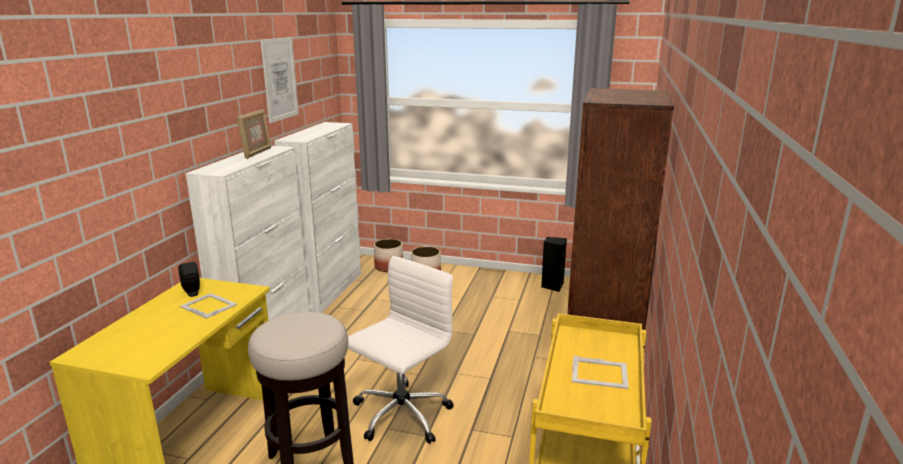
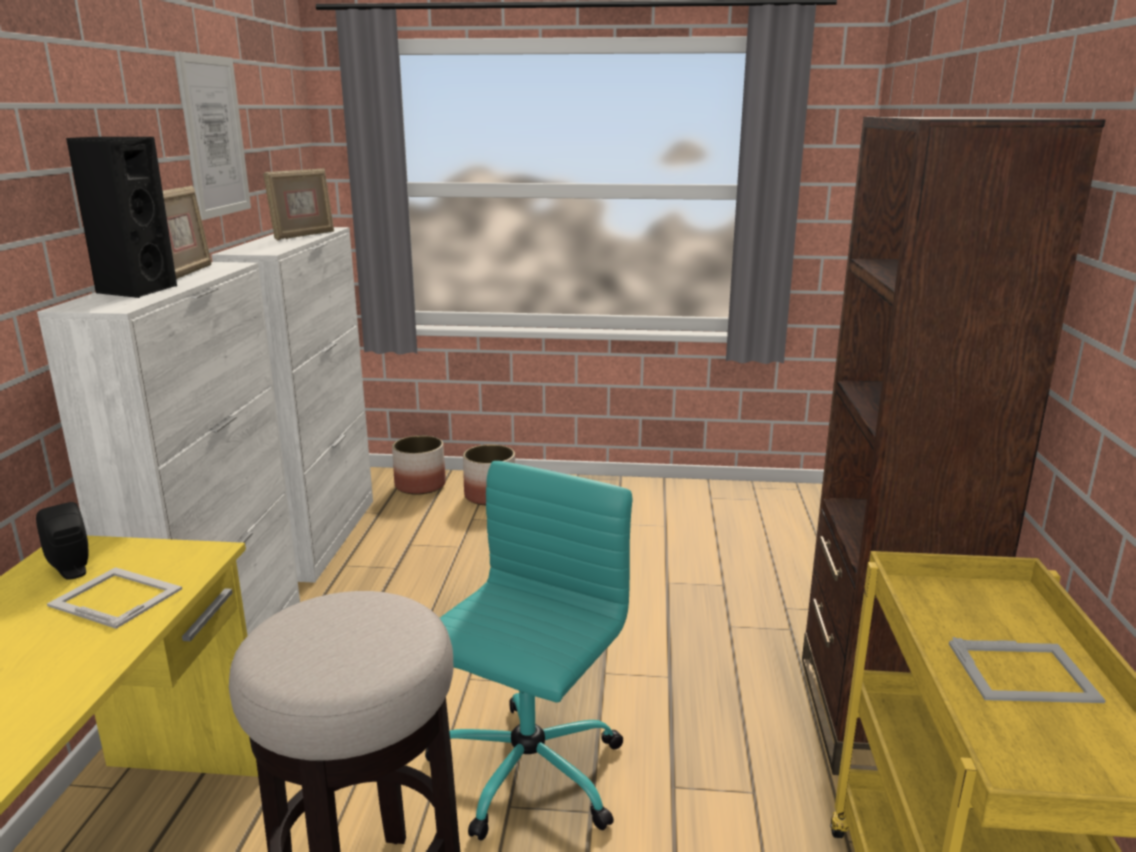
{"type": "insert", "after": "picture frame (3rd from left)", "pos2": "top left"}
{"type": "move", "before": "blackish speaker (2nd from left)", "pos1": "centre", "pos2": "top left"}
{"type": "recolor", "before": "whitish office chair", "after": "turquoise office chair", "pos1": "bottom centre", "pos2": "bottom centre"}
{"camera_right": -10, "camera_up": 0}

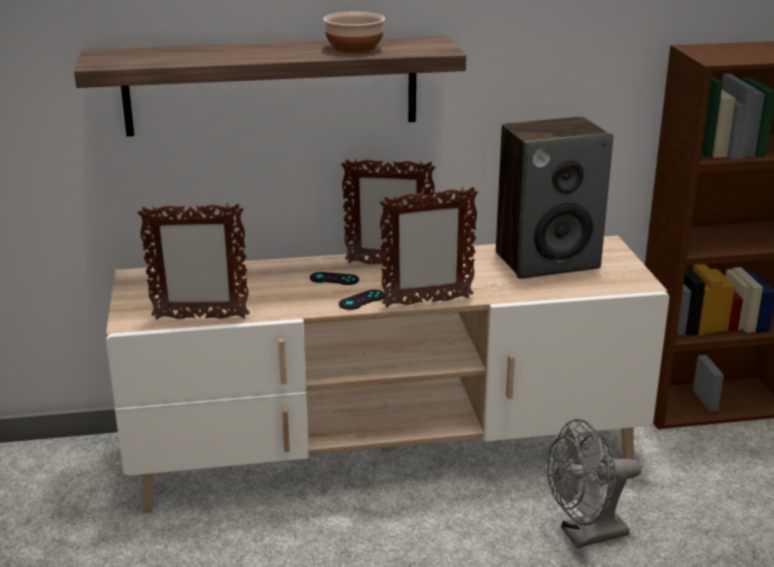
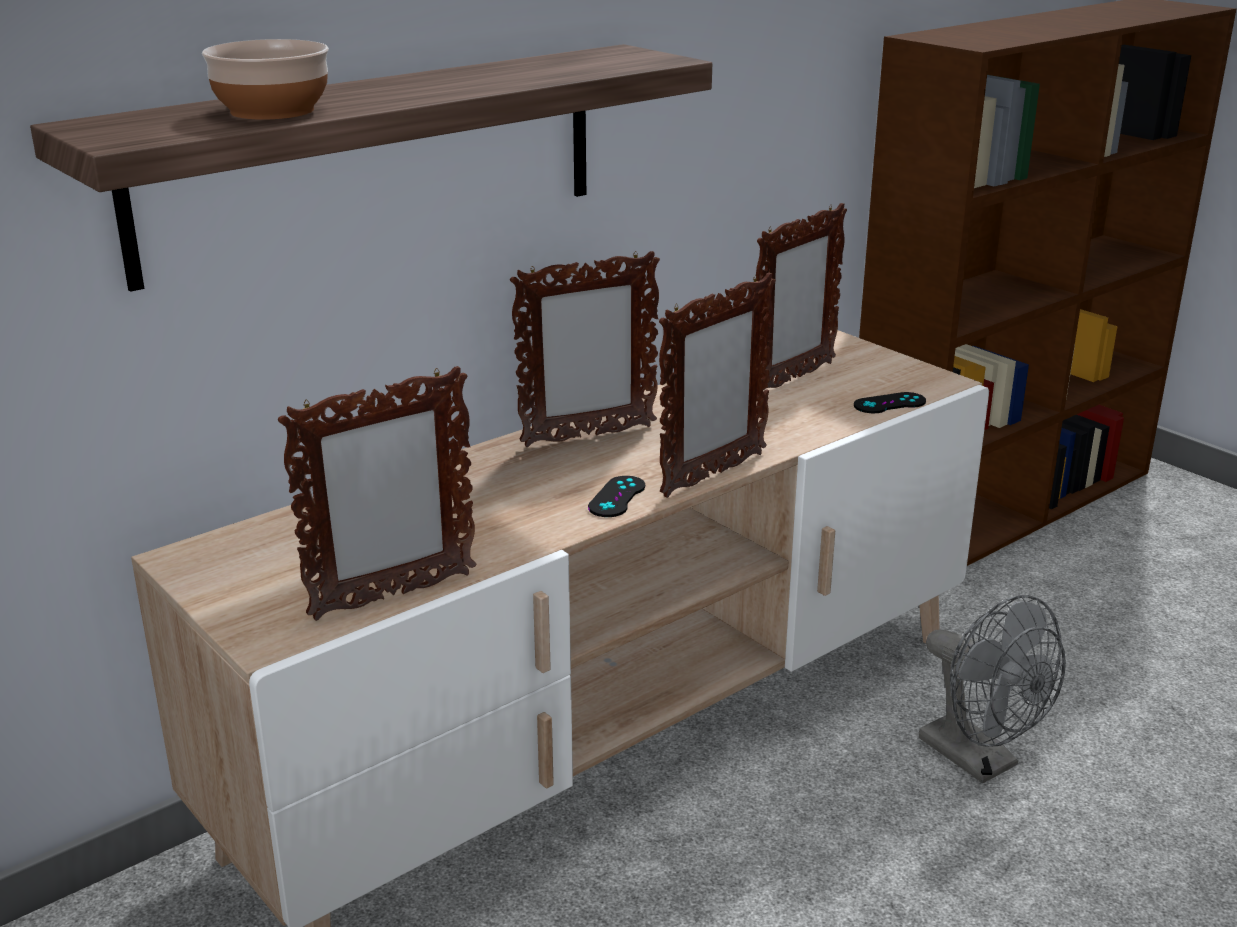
{"type": "move", "before": "blackish joypad (1st from left in the first image)", "after": "blackish joypad (2nd from left)", "pos1": "centre", "pos2": "middle right"}
{"type": "move", "before": "serving bowl", "pos1": "top centre", "pos2": "top left"}
{"type": "replace", "before": "speaker", "after": "picture frame (4th from left)", "pos1": "middle right", "pos2": "top centre"}
{"type": "rotate", "before": "greyish cooling fan", "pos1": "bottom right", "pos2": "bottom right", "turn": -75}
{"camera_right": -30, "camera_up": 0}

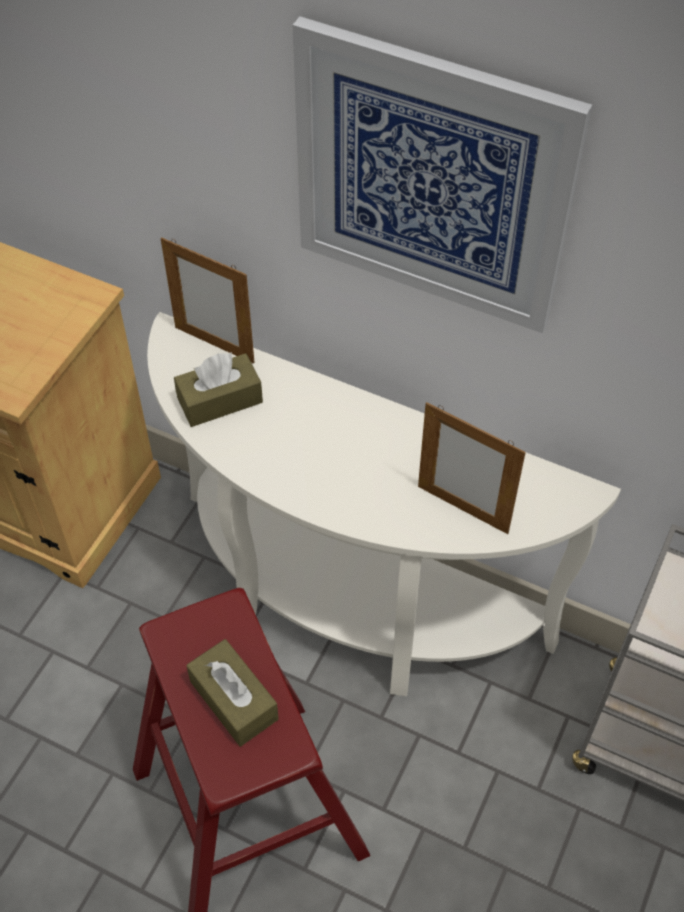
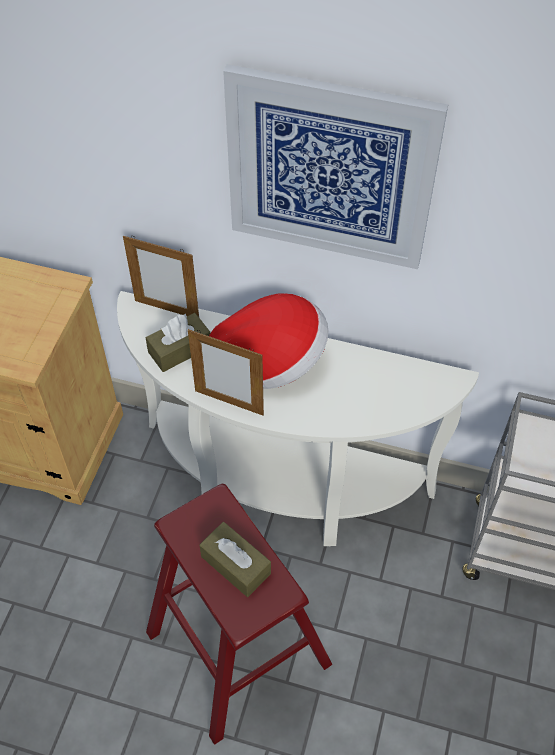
{"type": "insert", "after": "clothing hat", "pos2": "centre"}
{"type": "move", "before": "picture frame (2nd from left)", "pos1": "middle right", "pos2": "centre"}
{"camera_right": -10, "camera_up": 0}

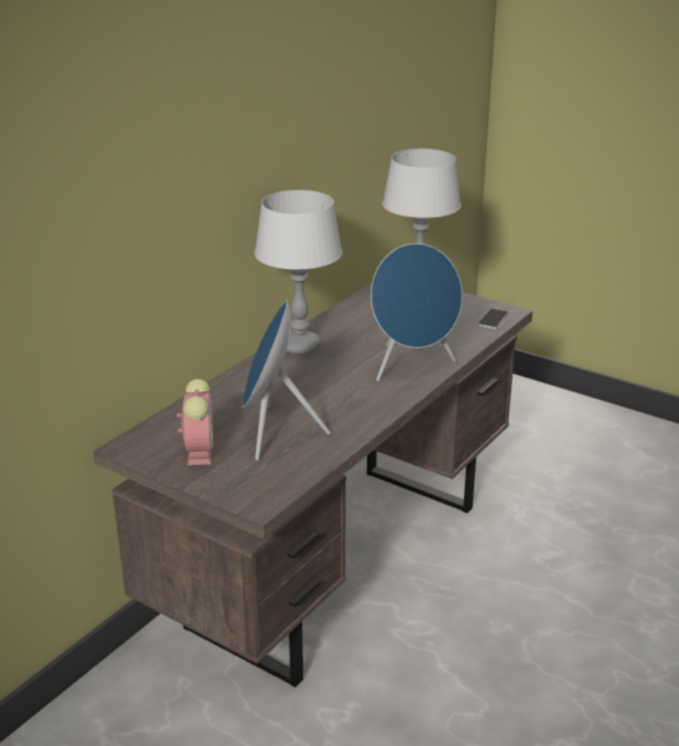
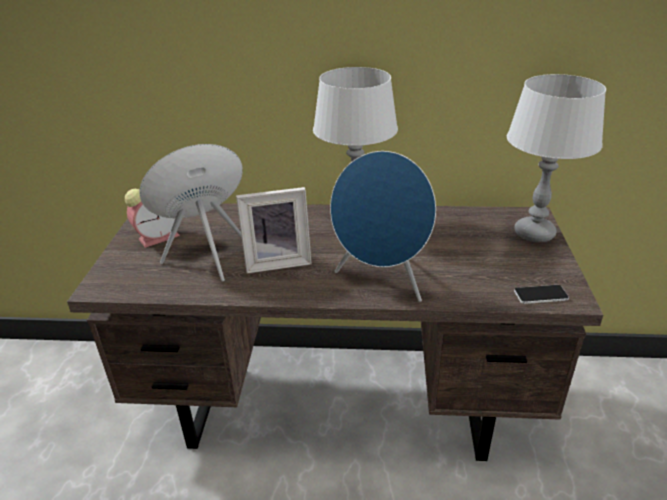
{"type": "insert", "after": "picture frame", "pos2": "centre"}
{"camera_right": 60, "camera_up": 5}

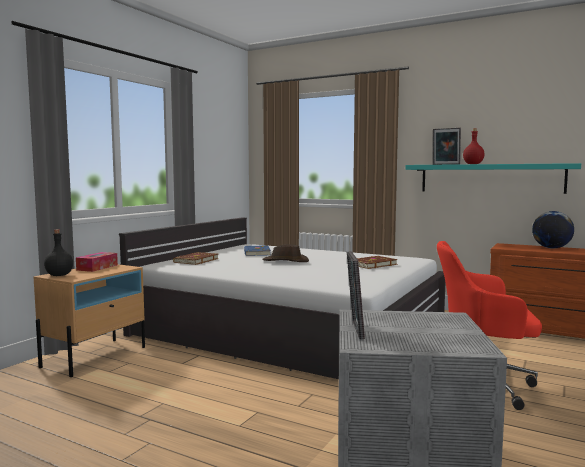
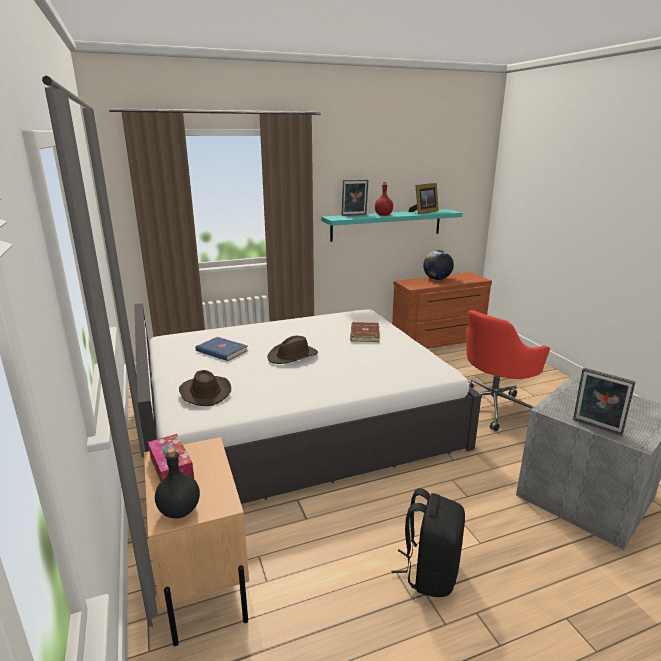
{"type": "insert", "after": "blackish backpack", "pos2": "bottom centre"}
{"type": "insert", "after": "picture frame (2nd from left)", "pos2": "top centre"}
{"type": "replace", "before": "brownish volume (1st from left)", "after": "brownish clothing hat (1st from left)", "pos1": "centre", "pos2": "middle left"}
{"camera_right": -50, "camera_up": 15}

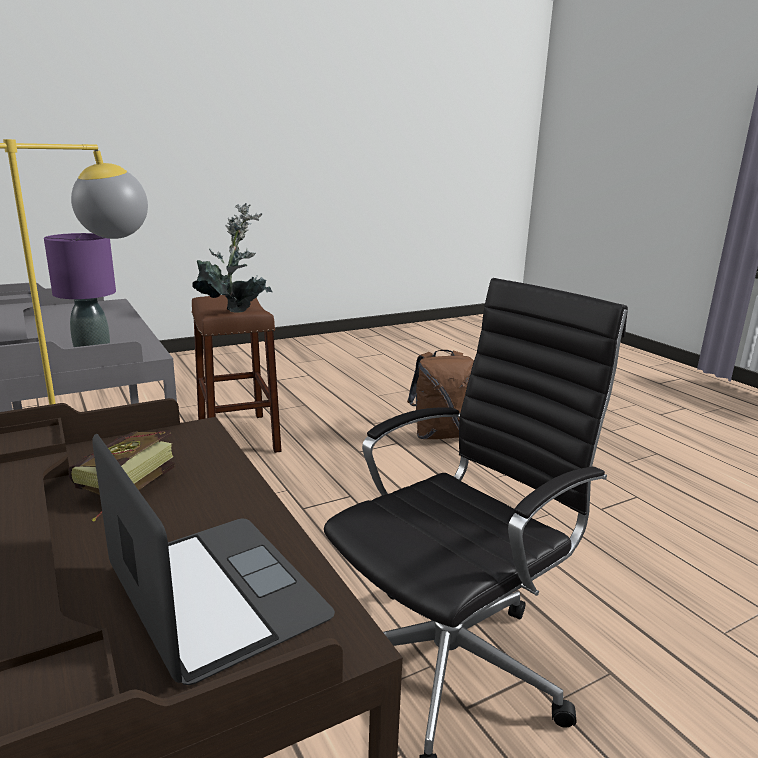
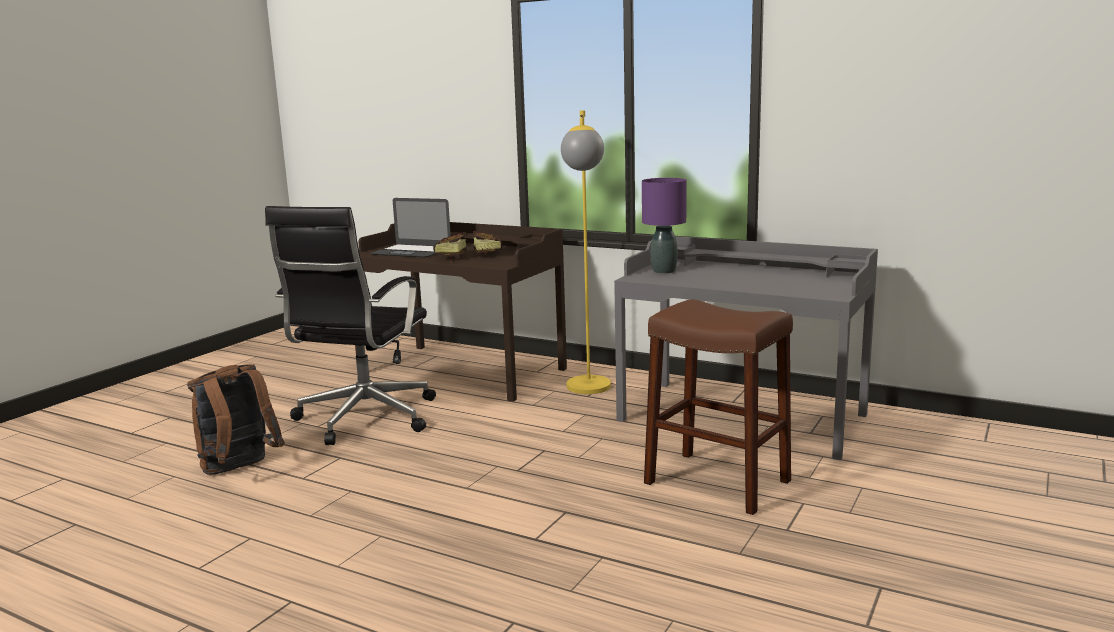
{"type": "delete", "before": "houseplant", "pos1": "middle left"}
{"type": "insert", "after": "volume (1st from left)", "pos2": "centre"}
{"type": "move", "before": "brownish backpack", "pos1": "centre", "pos2": "middle left"}
{"camera_right": 150, "camera_up": -5}

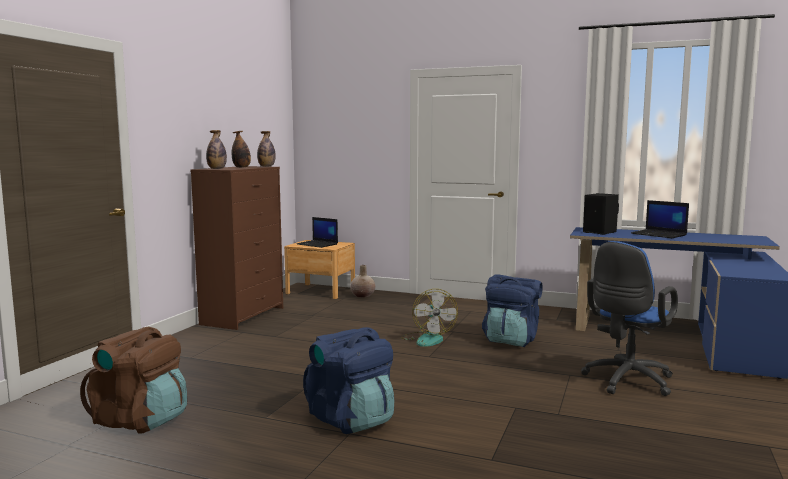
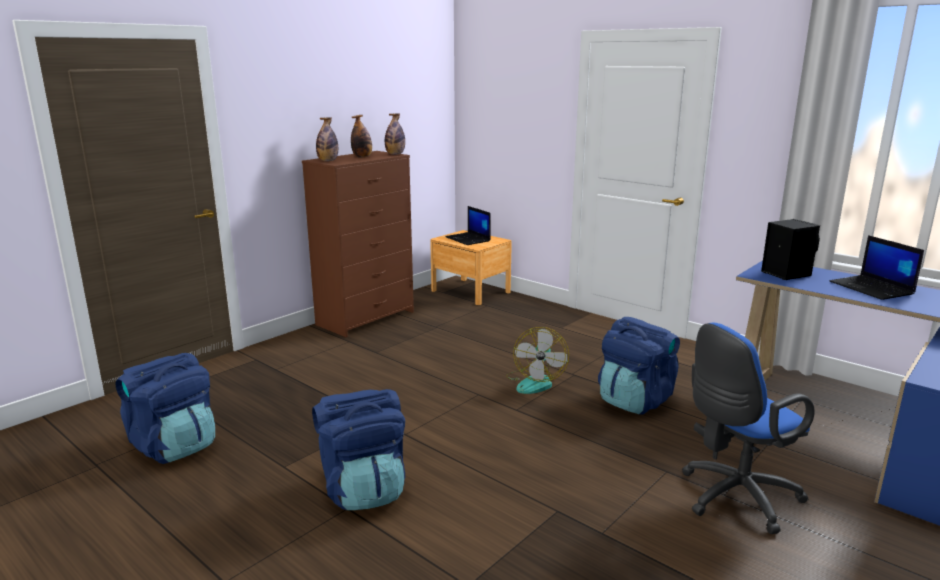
{"type": "delete", "before": "sand-coloured decorative vase", "pos1": "centre"}
{"type": "recolor", "before": "brownish backpack", "after": "bluish backpack (1st from left)", "pos1": "bottom left", "pos2": "bottom left"}
{"camera_right": 20, "camera_up": 10}

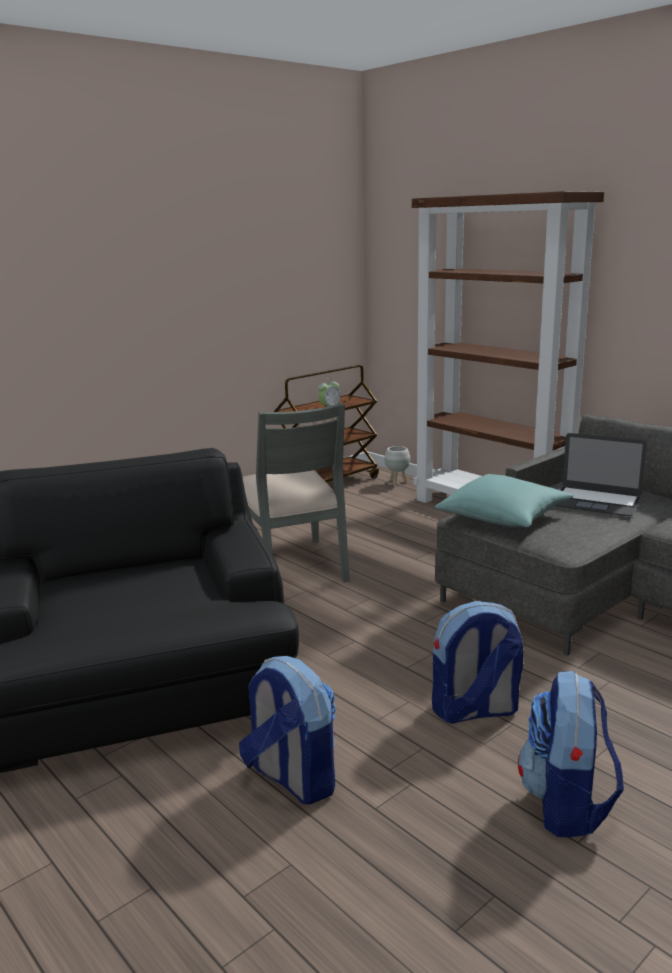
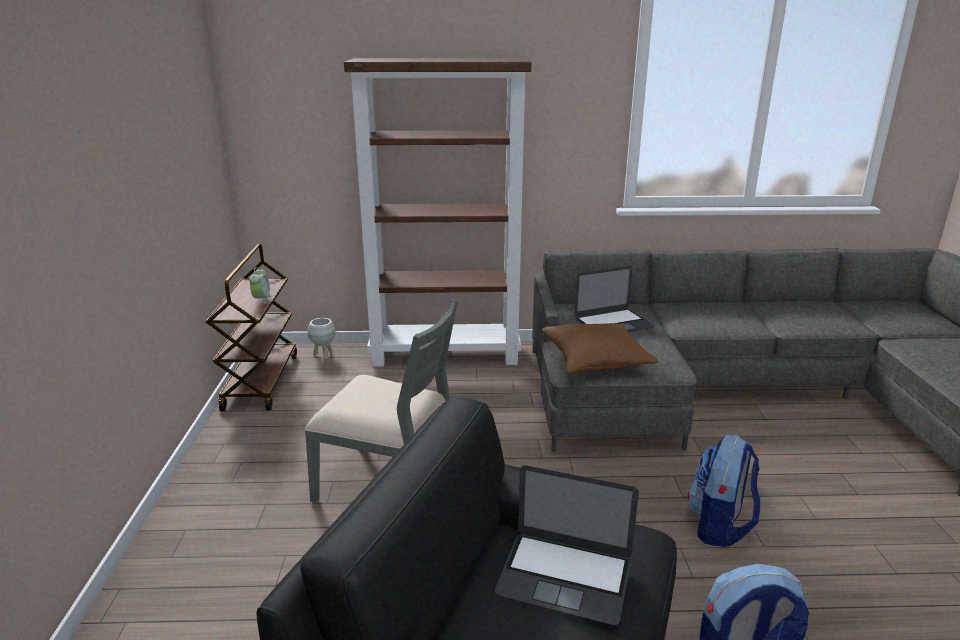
{"type": "delete", "before": "backpack (3rd from left)", "pos1": "bottom right"}
{"type": "insert", "after": "laptop (1st from left)", "pos2": "bottom centre"}
{"type": "recolor", "before": "turquoise pillow", "after": "brownish pillow", "pos1": "middle right", "pos2": "centre"}
{"camera_right": -50, "camera_up": 5}

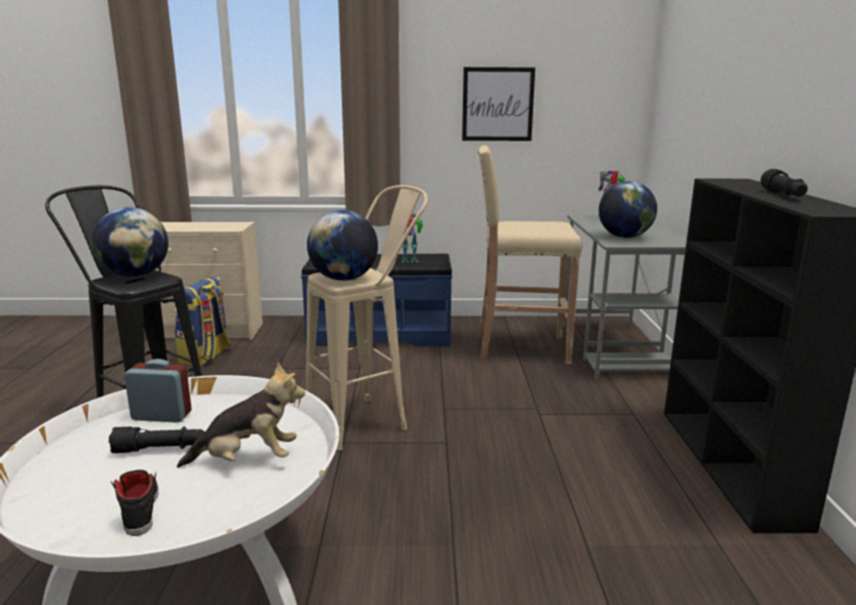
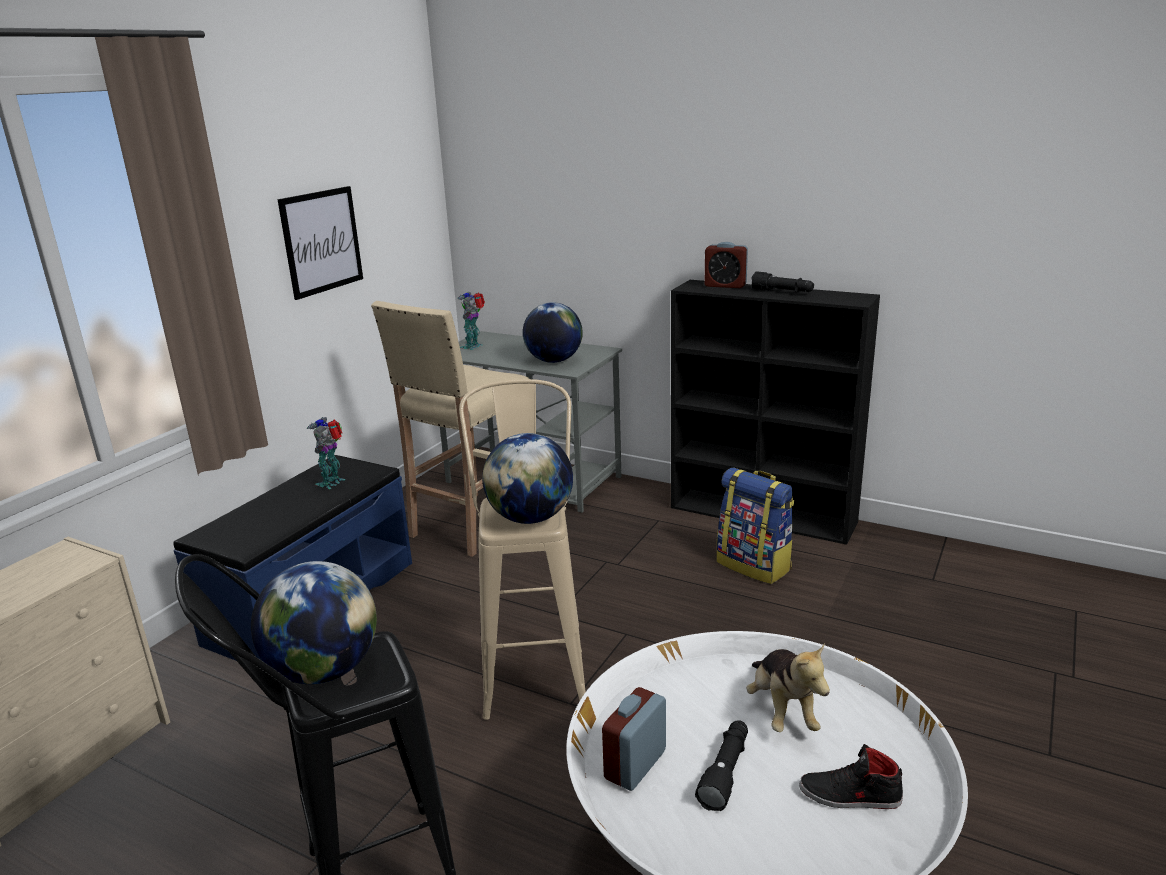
{"type": "insert", "after": "table clock (2nd from left)", "pos2": "top centre"}
{"type": "move", "before": "backpack", "pos1": "middle left", "pos2": "centre"}
{"type": "rotate", "before": "cuddly toy", "pos1": "bottom left", "pos2": "bottom right", "turn": 150}
{"camera_right": -60, "camera_up": 5}

